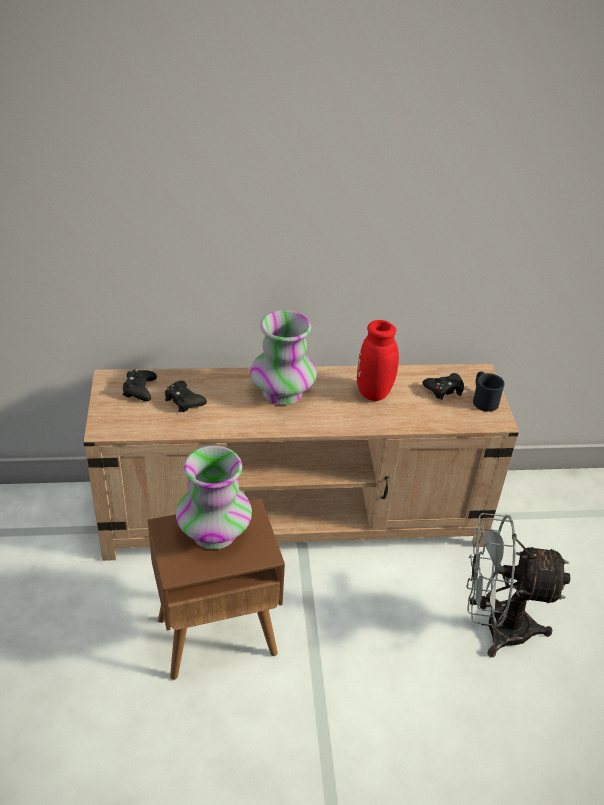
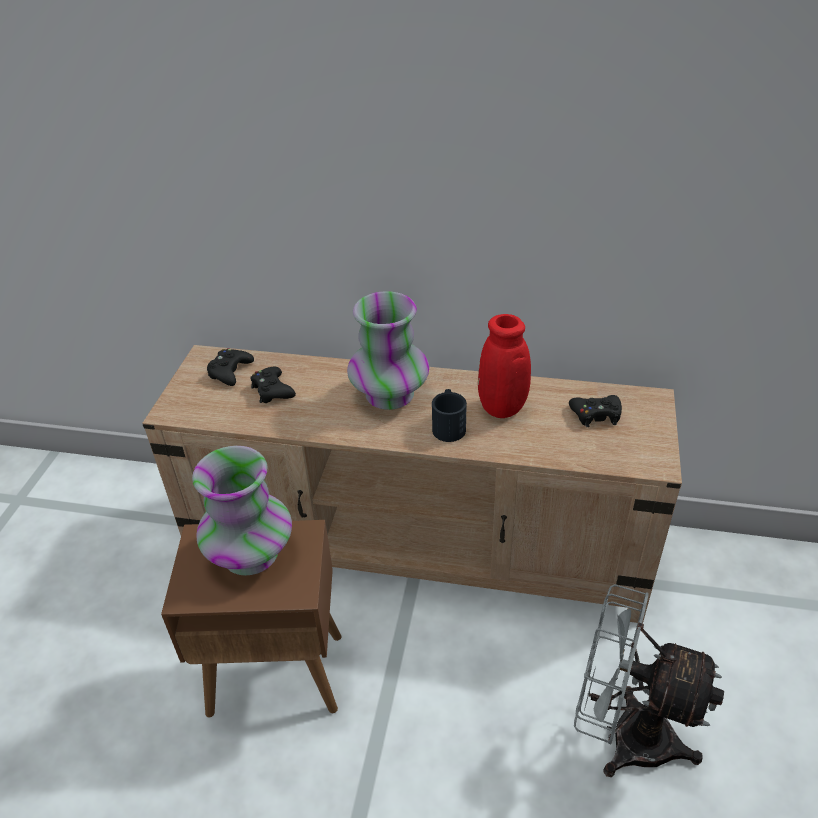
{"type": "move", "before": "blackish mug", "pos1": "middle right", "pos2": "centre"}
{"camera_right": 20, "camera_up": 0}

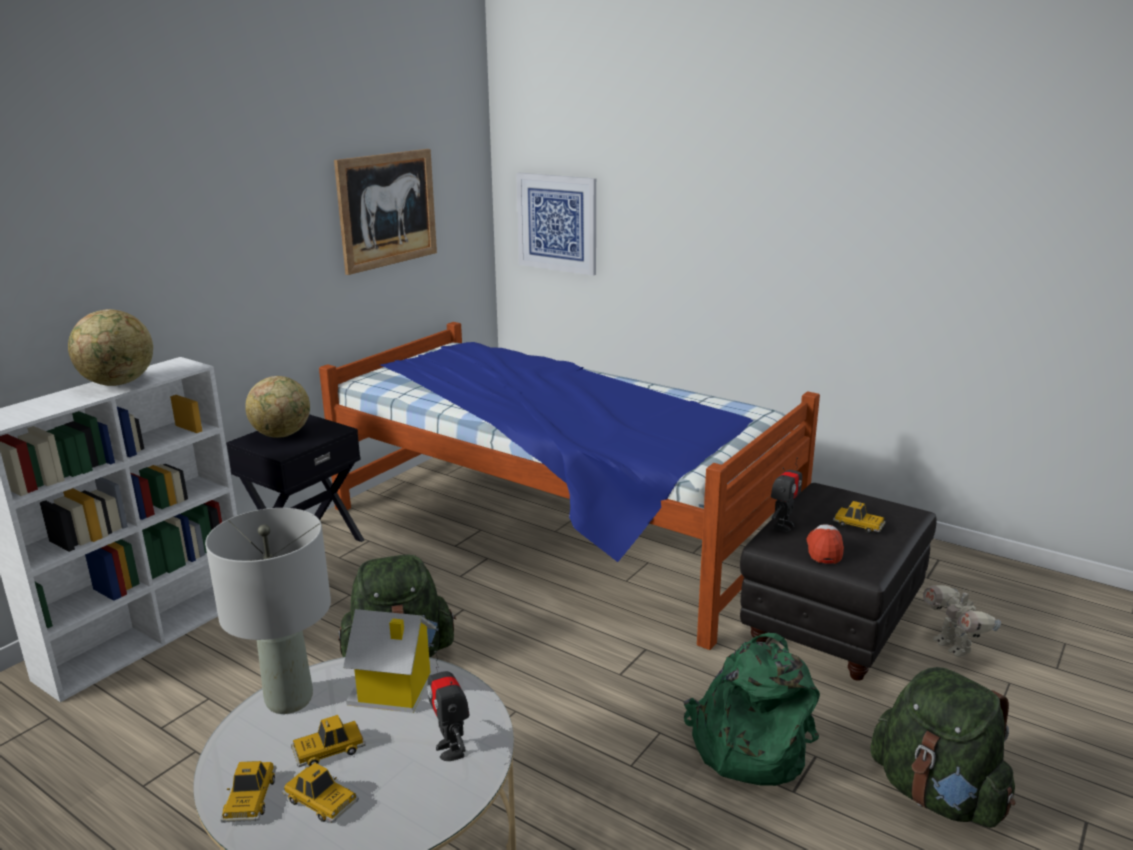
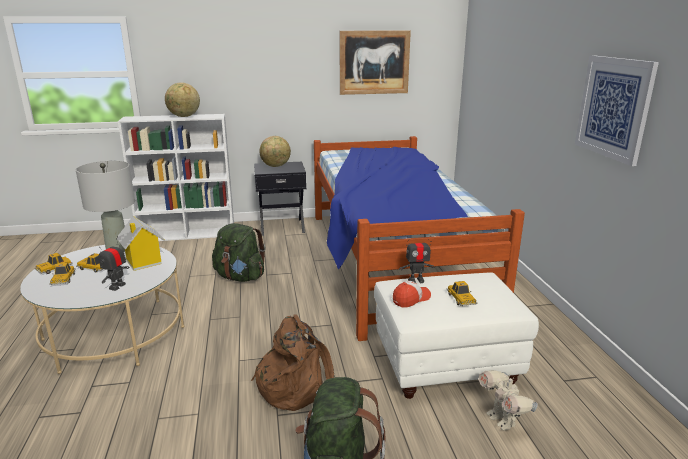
{"type": "move", "before": "wall art (2nd from left)", "pos1": "top centre", "pos2": "top right"}
{"type": "recolor", "before": "greenish backpack (2nd from left)", "after": "brownish backpack", "pos1": "bottom centre", "pos2": "bottom centre"}
{"type": "recolor", "before": "blackish pouffe", "after": "whitish pouffe", "pos1": "bottom right", "pos2": "bottom centre"}
{"type": "rotate", "before": "toy robot (3rd from left)", "pos1": "bottom right", "pos2": "bottom right", "turn": -45}
{"camera_right": 45, "camera_up": 0}

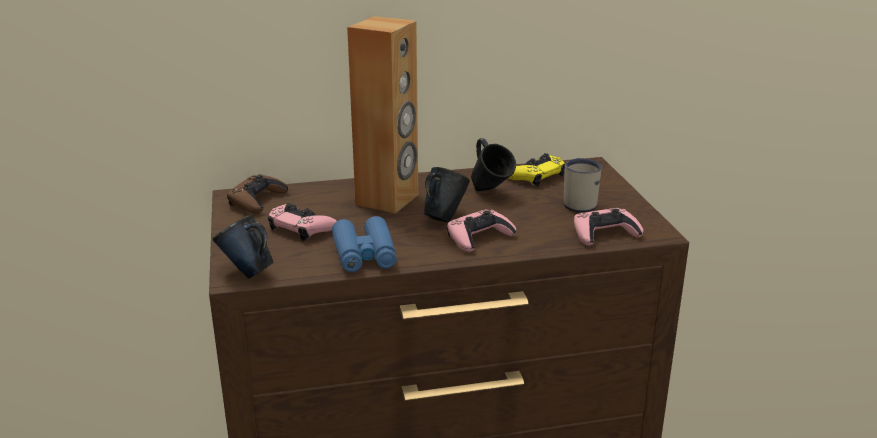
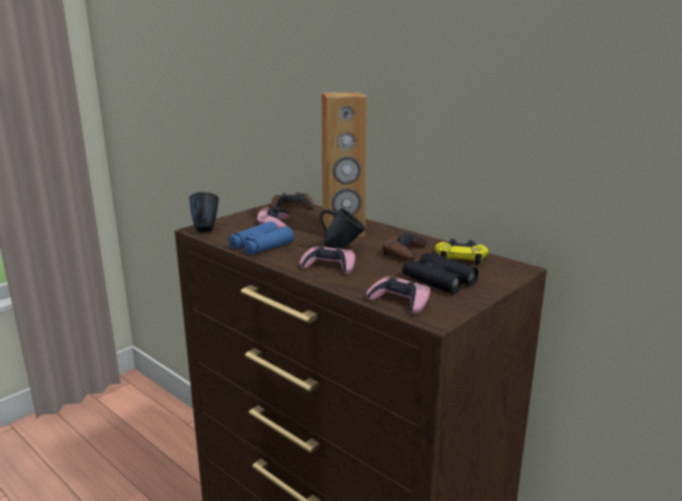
{"type": "replace", "before": "bluish mug (3rd from left)", "after": "brownish joypad (2nd from left)", "pos1": "centre", "pos2": "centre"}
{"type": "replace", "before": "whitish mug", "after": "blackish field glasses", "pos1": "centre", "pos2": "centre"}
{"camera_right": 55, "camera_up": -5}

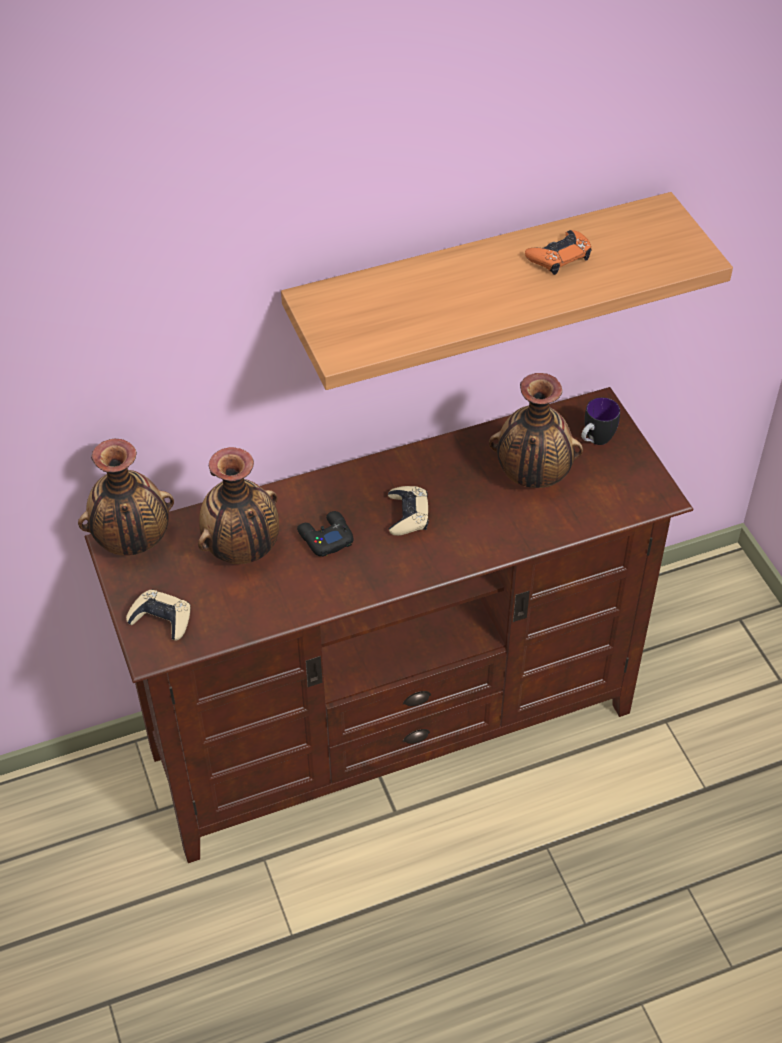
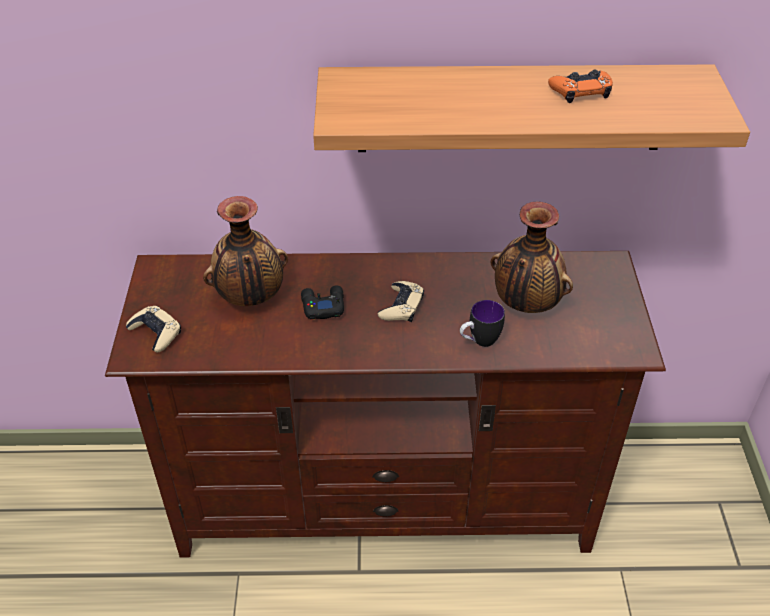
{"type": "delete", "before": "decorative vase (1st from left)", "pos1": "middle left"}
{"type": "move", "before": "mug", "pos1": "middle right", "pos2": "centre"}
{"camera_right": 20, "camera_up": -5}

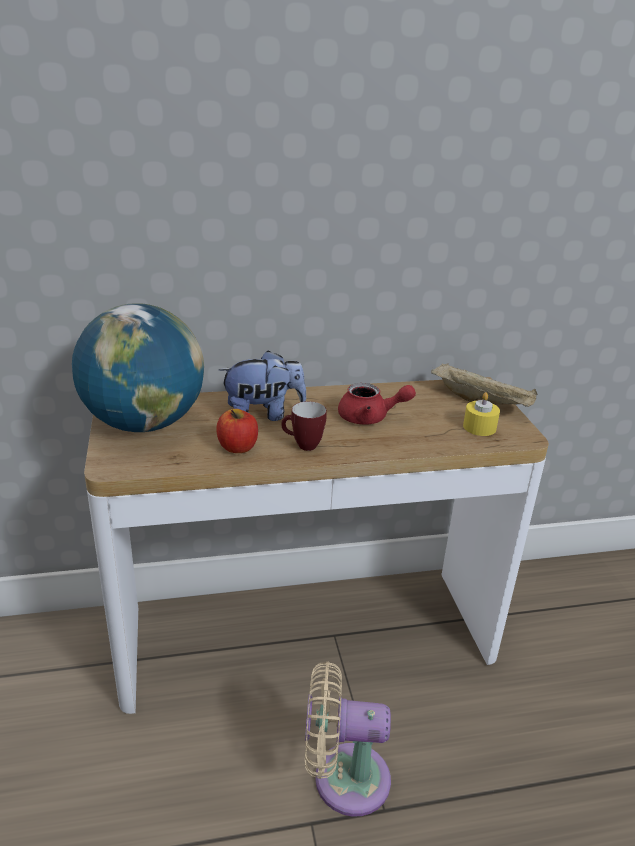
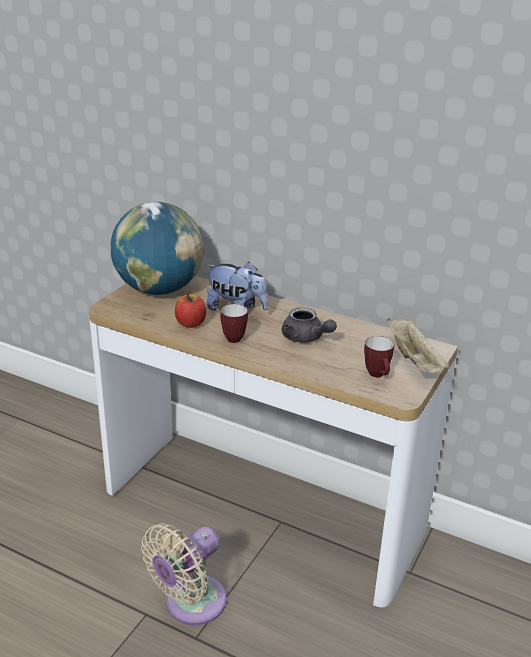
{"type": "replace", "before": "yellow wax light", "after": "mug (2nd from left)", "pos1": "middle right", "pos2": "middle right"}
{"type": "recolor", "before": "red-coloured teapot", "after": "greyish teapot", "pos1": "centre", "pos2": "centre"}
{"type": "rotate", "before": "sand-coloured cooling fan", "pos1": "bottom centre", "pos2": "bottom centre", "turn": -90}
{"camera_right": 40, "camera_up": 0}

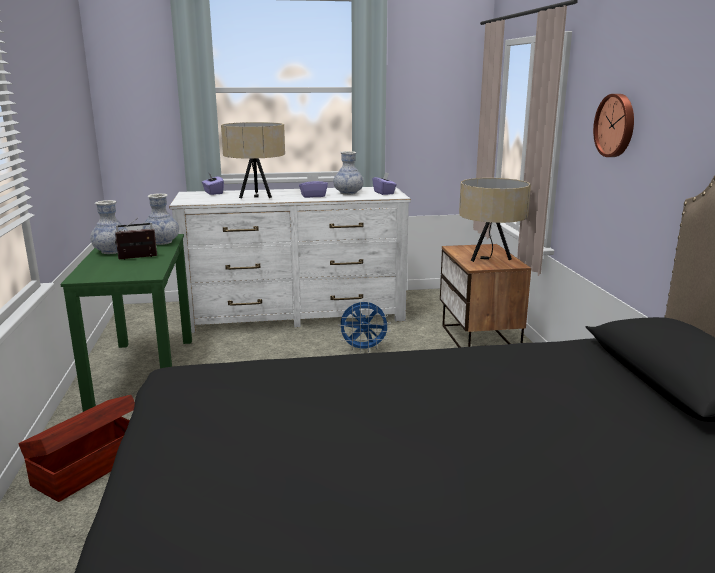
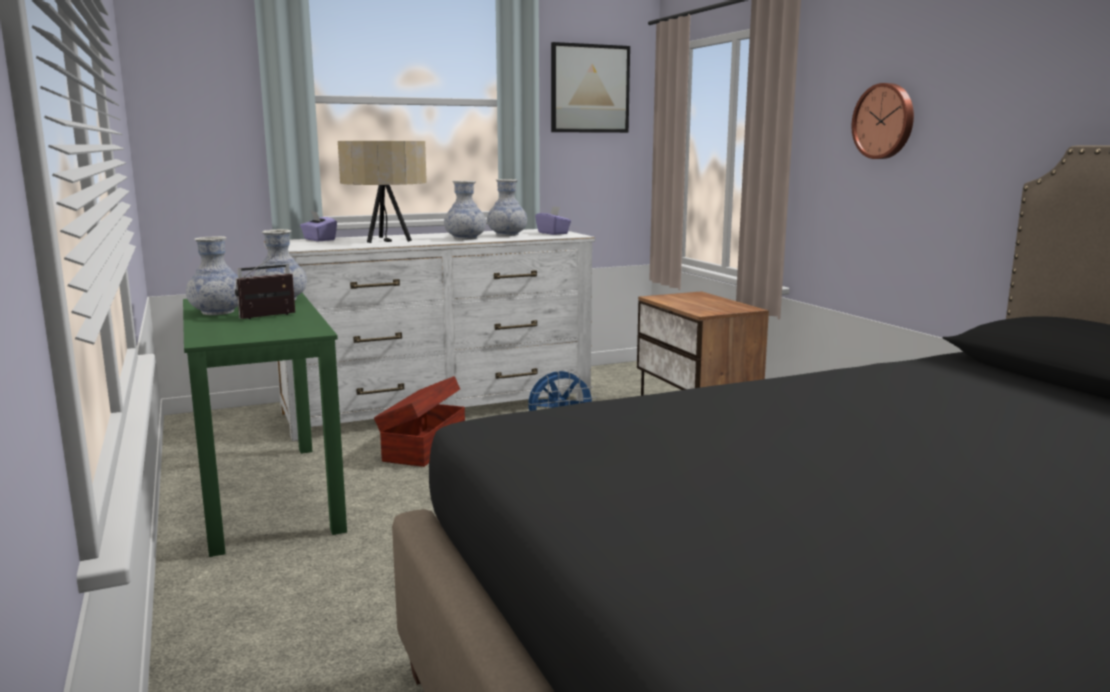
{"type": "delete", "before": "sand-coloured tabletop lamp (2nd from left)", "pos1": "middle right"}
{"type": "insert", "after": "wall art", "pos2": "top centre"}
{"type": "move", "before": "brownish storage bin", "pos1": "bottom left", "pos2": "centre"}
{"type": "replace", "before": "purplish tissue holder (2nd from left)", "after": "decorative vase (3rd from left)", "pos1": "top centre", "pos2": "top centre"}
{"camera_right": -15, "camera_up": -5}

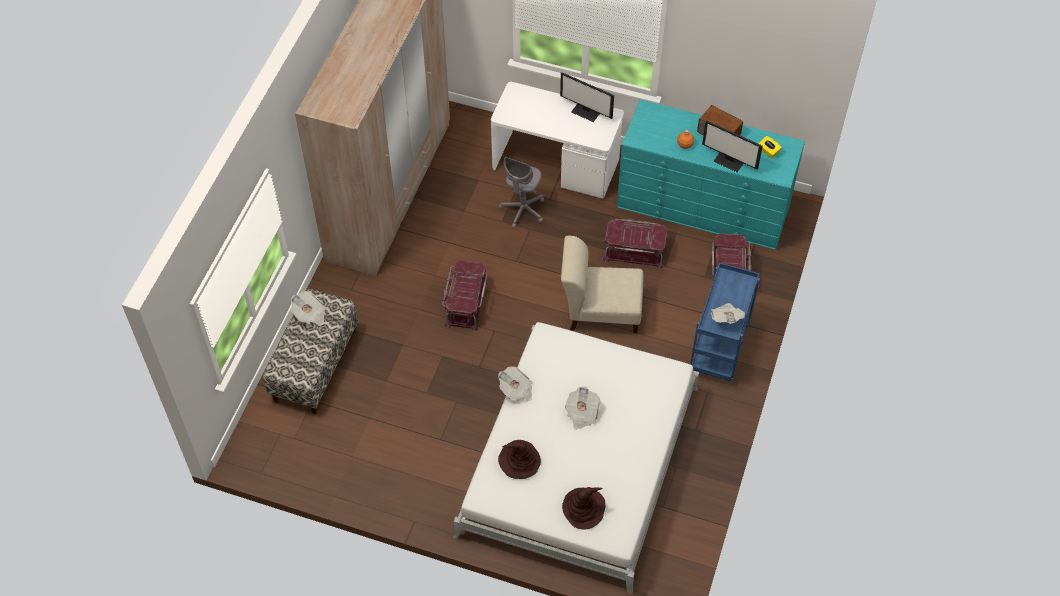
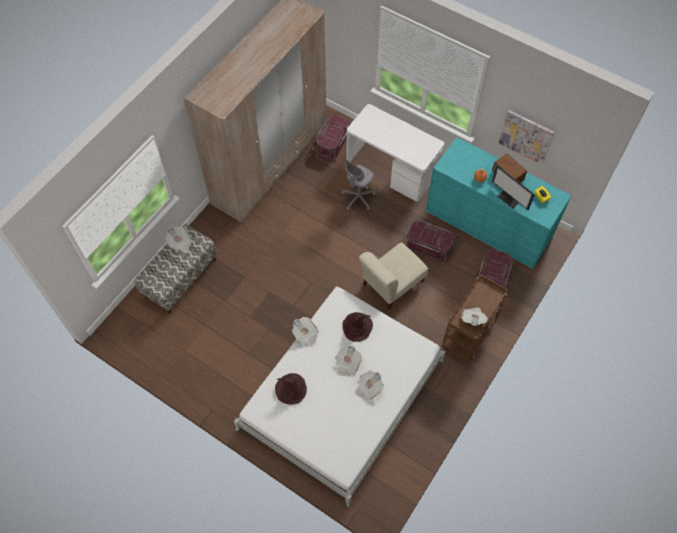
{"type": "delete", "before": "computer display (1st from left)", "pos1": "top centre"}
{"type": "insert", "after": "printed paper (4th from left)", "pos2": "bottom centre"}
{"type": "insert", "after": "wall art", "pos2": "top right"}
{"type": "move", "before": "red-coloured storage bin (1st from left)", "pos1": "centre", "pos2": "top centre"}
{"type": "move", "before": "brownish clothing hat (2nd from left)", "pos1": "bottom centre", "pos2": "centre"}
{"type": "recolor", "before": "bluish cart", "after": "brownish cart", "pos1": "middle right", "pos2": "middle right"}
{"type": "rotate", "before": "sand-coloured chair", "pos1": "centre", "pos2": "centre", "turn": -60}
{"camera_right": 15, "camera_up": 5}

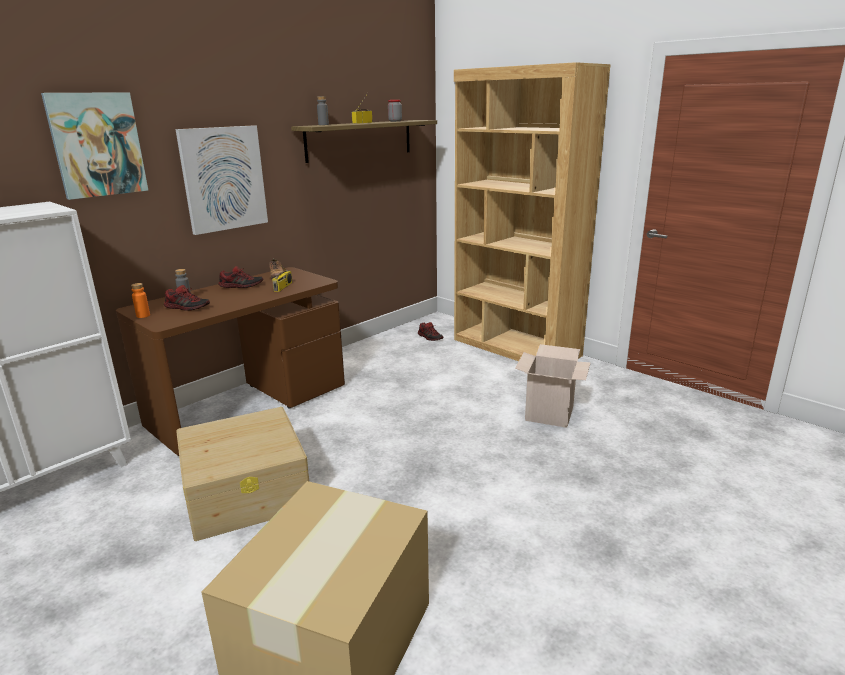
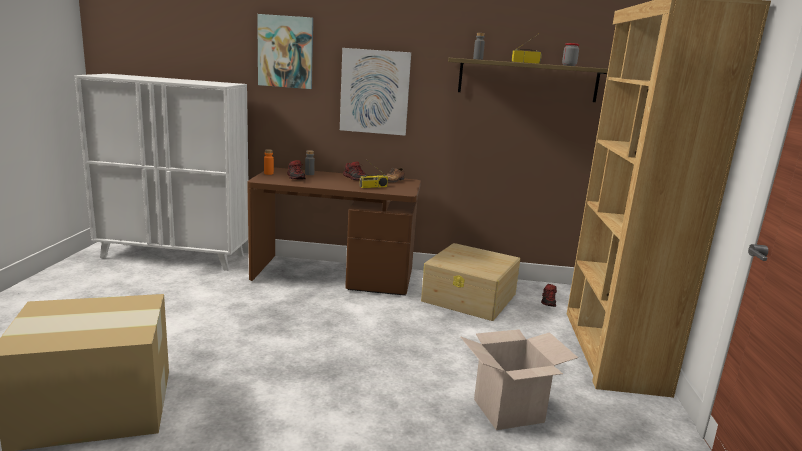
{"type": "move", "before": "sand-coloured storage bin", "pos1": "bottom left", "pos2": "centre"}
{"camera_right": 50, "camera_up": -5}

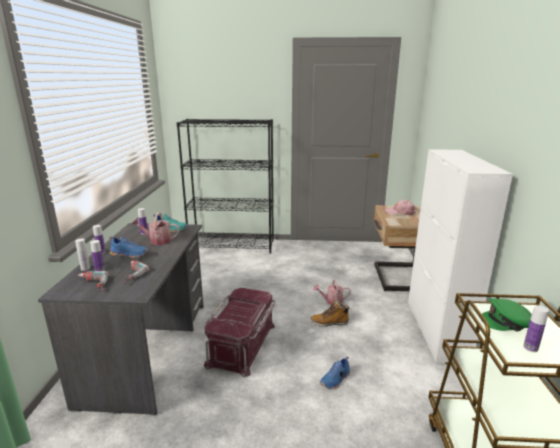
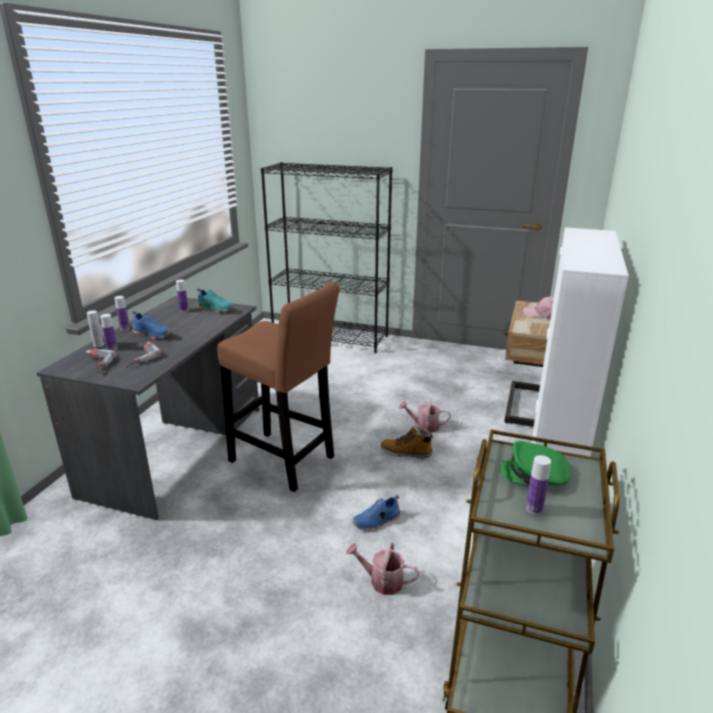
{"type": "move", "before": "watering can (1st from left)", "pos1": "middle left", "pos2": "bottom centre"}
{"type": "replace", "before": "red-coloured storage bin", "after": "brownish sitting stool", "pos1": "bottom centre", "pos2": "centre"}
{"camera_right": 15, "camera_up": 5}

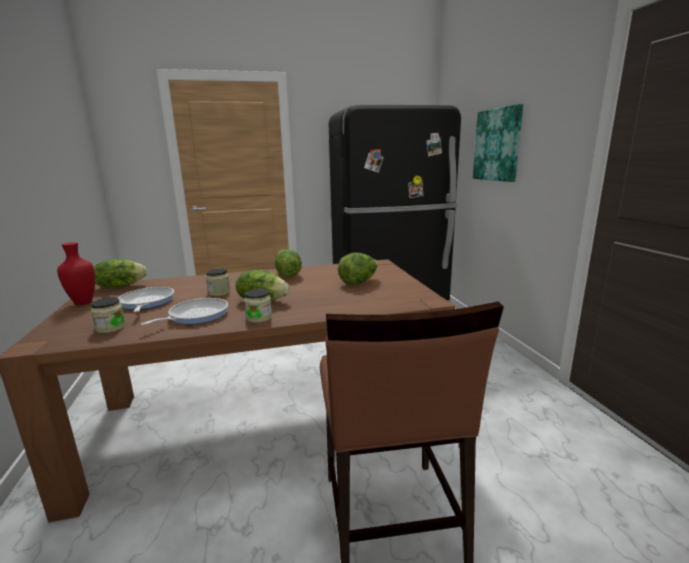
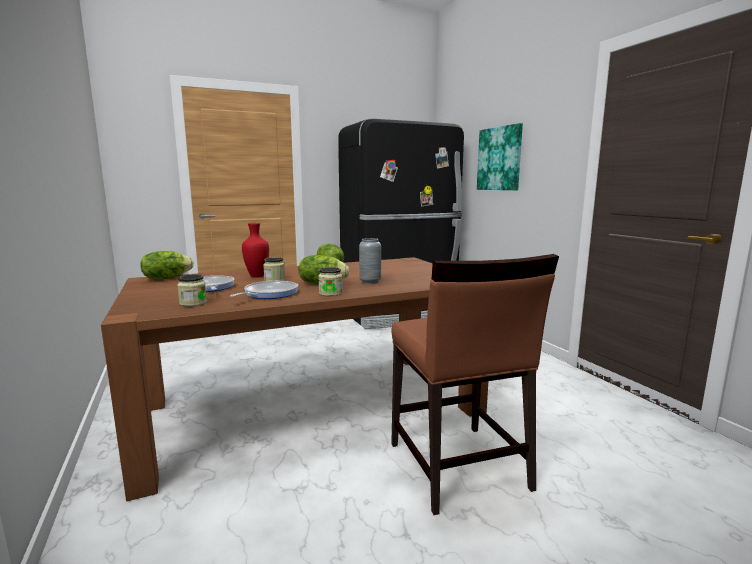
{"type": "delete", "before": "lettuce head (4th from left)", "pos1": "centre"}
{"type": "insert", "after": "greyish decorative vase", "pos2": "centre"}
{"type": "move", "before": "red-coloured decorative vase", "pos1": "middle left", "pos2": "centre"}
{"camera_right": -10, "camera_up": -5}

